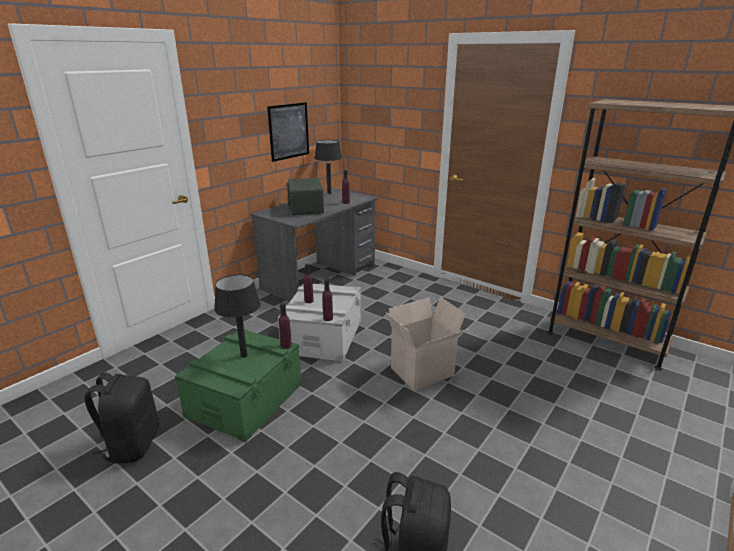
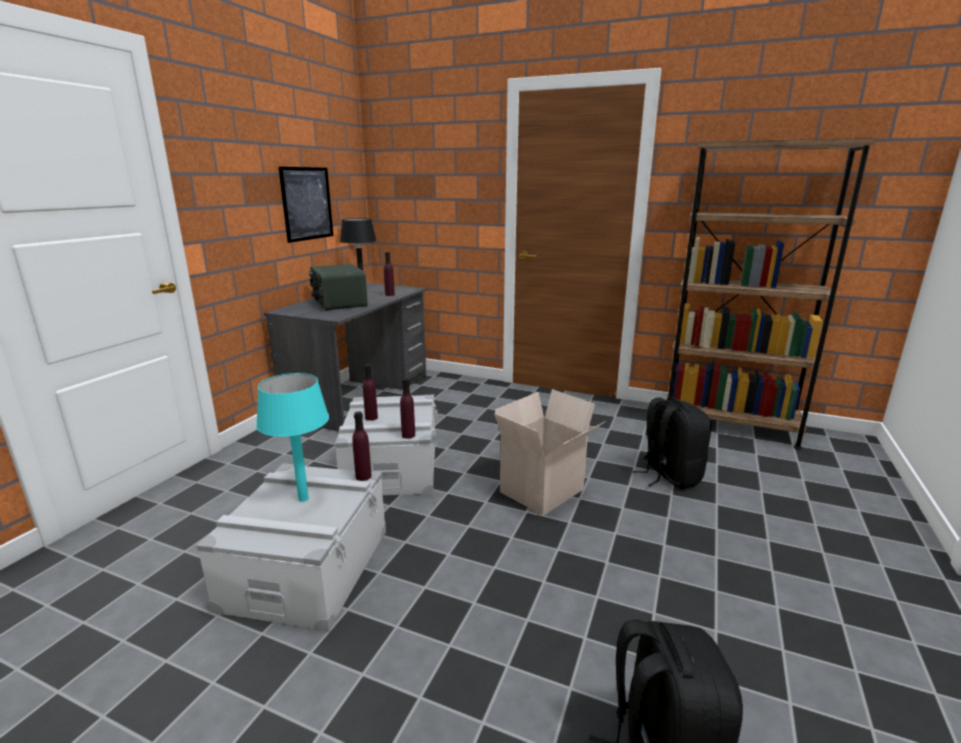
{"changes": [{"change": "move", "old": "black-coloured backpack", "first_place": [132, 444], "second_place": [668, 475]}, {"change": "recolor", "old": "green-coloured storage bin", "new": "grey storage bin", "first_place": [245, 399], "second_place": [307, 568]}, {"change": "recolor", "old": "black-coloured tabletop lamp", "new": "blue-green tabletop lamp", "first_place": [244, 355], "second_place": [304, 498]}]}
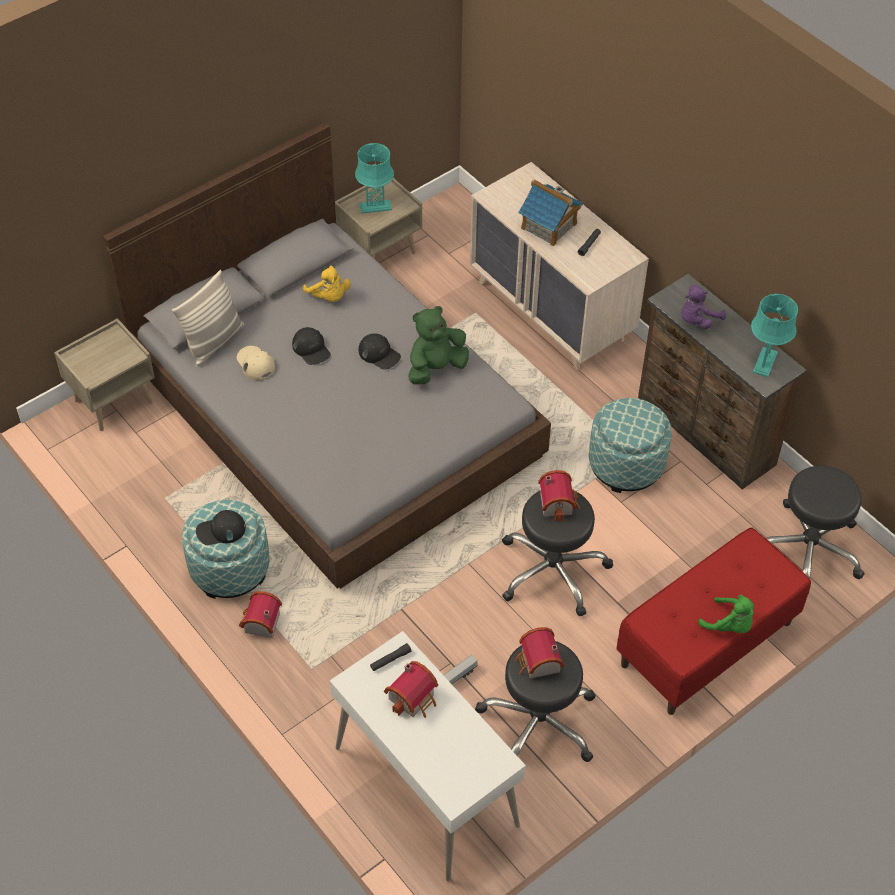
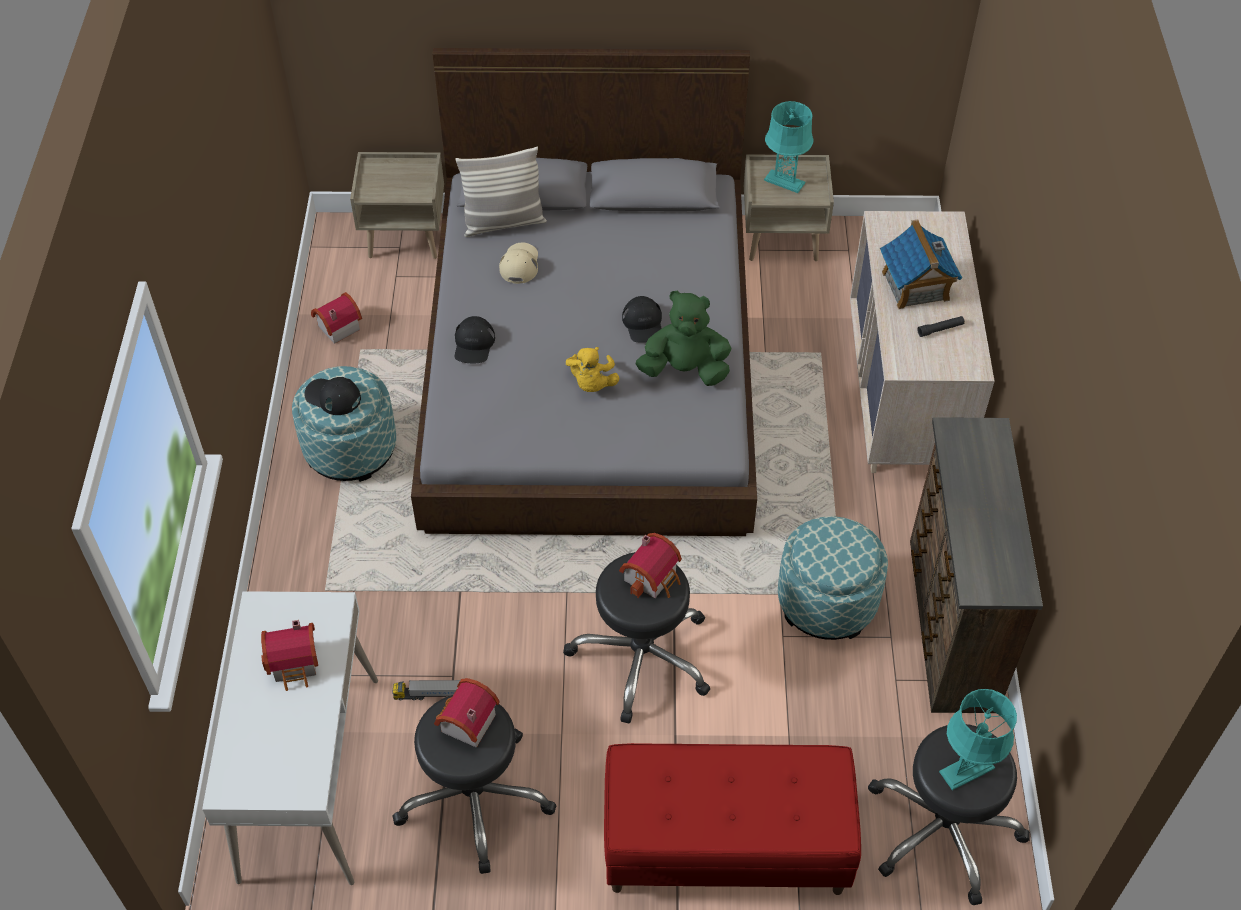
{"changes": [{"change": "delete", "old": "black-coloured torch", "first_place": [390, 660]}, {"change": "delete", "old": "purple-coloured soft toy", "first_place": [697, 320]}, {"change": "delete", "old": "green-coloured soft toy", "first_place": [729, 625]}, {"change": "move", "old": "toy house", "first_place": [259, 624], "second_place": [336, 327]}, {"change": "move", "old": "black-coloured cap", "first_place": [311, 349], "second_place": [474, 344]}, {"change": "move", "old": "yellow soft toy", "first_place": [329, 297], "second_place": [592, 383]}, {"change": "move", "old": "blue-green tabletop lamp", "first_place": [765, 362], "second_place": [967, 769]}]}
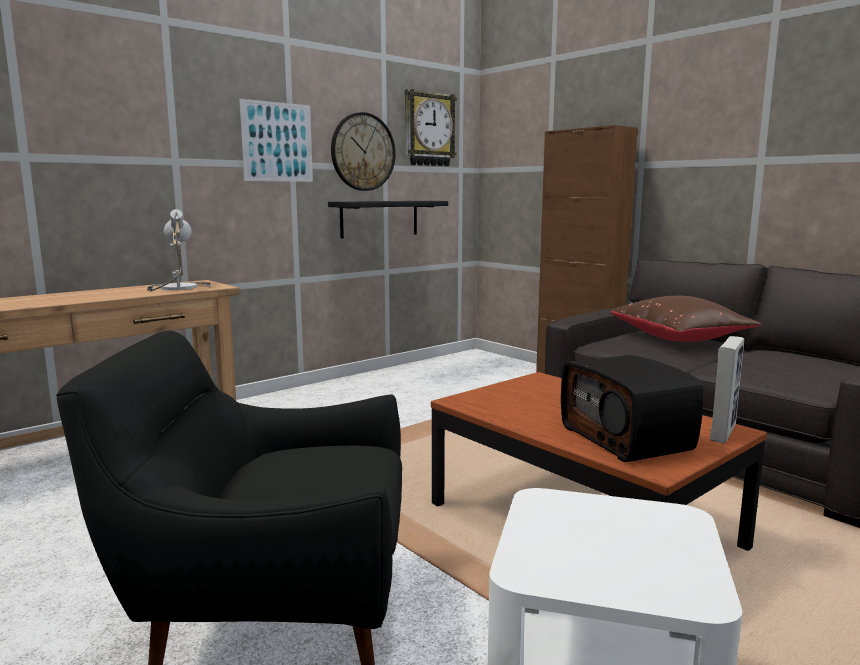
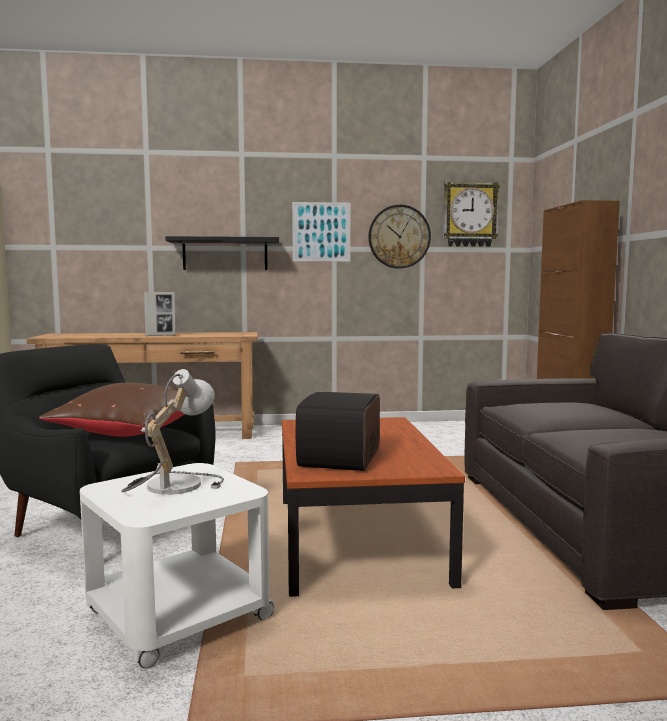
{"changes": [{"change": "move", "old": "tabletop lamp", "first_place": [175, 287], "second_place": [171, 484]}, {"change": "move", "old": "black-coloured shelf", "first_place": [379, 218], "second_place": [225, 254]}, {"change": "move", "old": "brown-coloured pillow", "first_place": [681, 339], "second_place": [131, 433]}, {"change": "move", "old": "picture frame", "first_place": [722, 433], "second_place": [160, 335]}]}
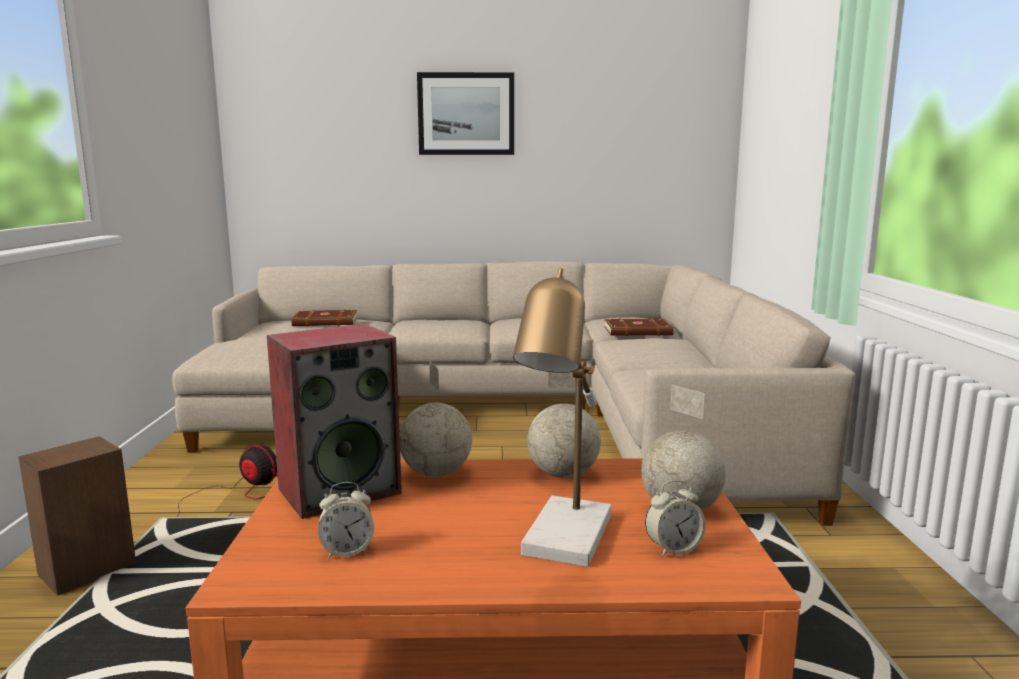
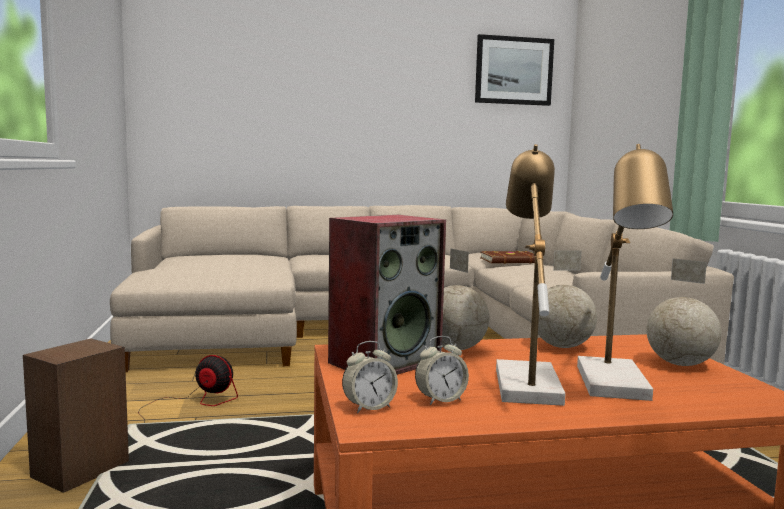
{"changes": [{"change": "delete", "old": "brown-coloured volume", "first_place": [325, 322]}, {"change": "insert", "new": "tabletop lamp", "second_place": [524, 381]}, {"change": "move", "old": "picture", "first_place": [466, 114], "second_place": [513, 71]}, {"change": "move", "old": "bedside clock", "first_place": [673, 549], "second_place": [369, 407]}]}
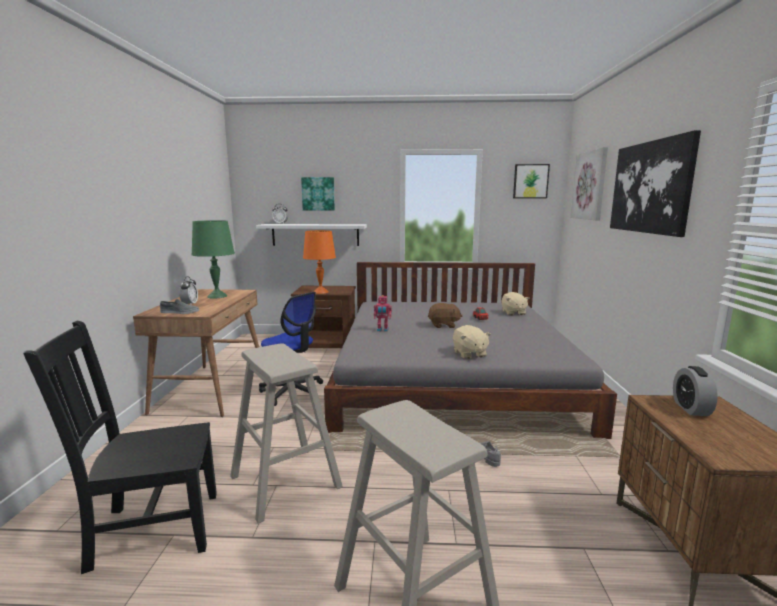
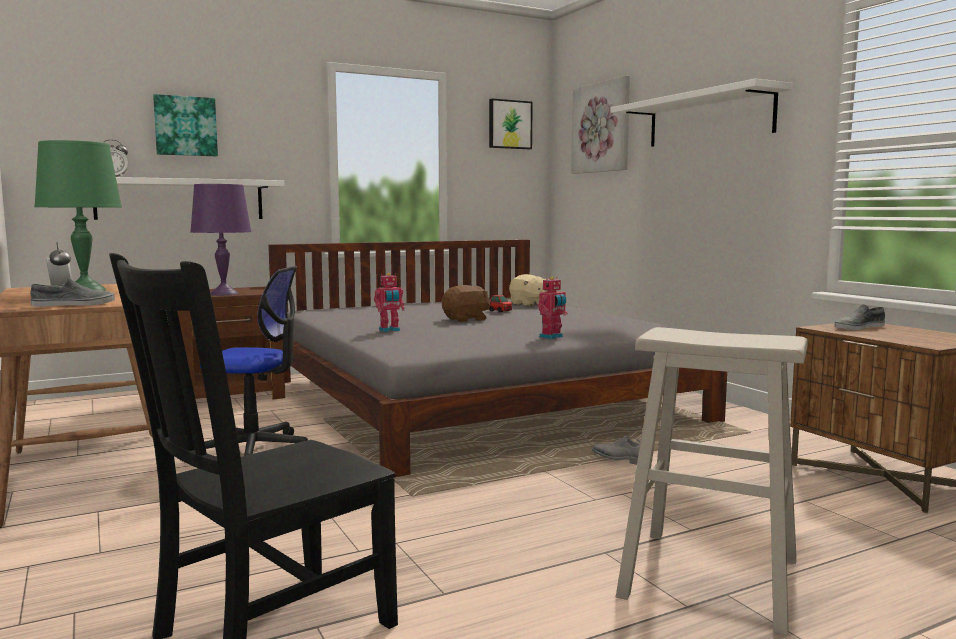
{"changes": [{"change": "delete", "old": "beige sitting stool", "first_place": [285, 482]}, {"change": "replace", "old": "beige soft toy", "new": "toy robot", "first_place": [469, 354], "second_place": [552, 337]}, {"change": "replace", "old": "picture", "new": "whitish shelf", "first_place": [650, 187], "second_place": [708, 119]}, {"change": "replace", "old": "bedside clock", "new": "grey low shoe", "first_place": [691, 408], "second_place": [858, 327]}, {"change": "recolor", "old": "orangey tabletop lamp", "new": "purple-coloured tabletop lamp", "first_place": [321, 292], "second_place": [224, 294]}]}
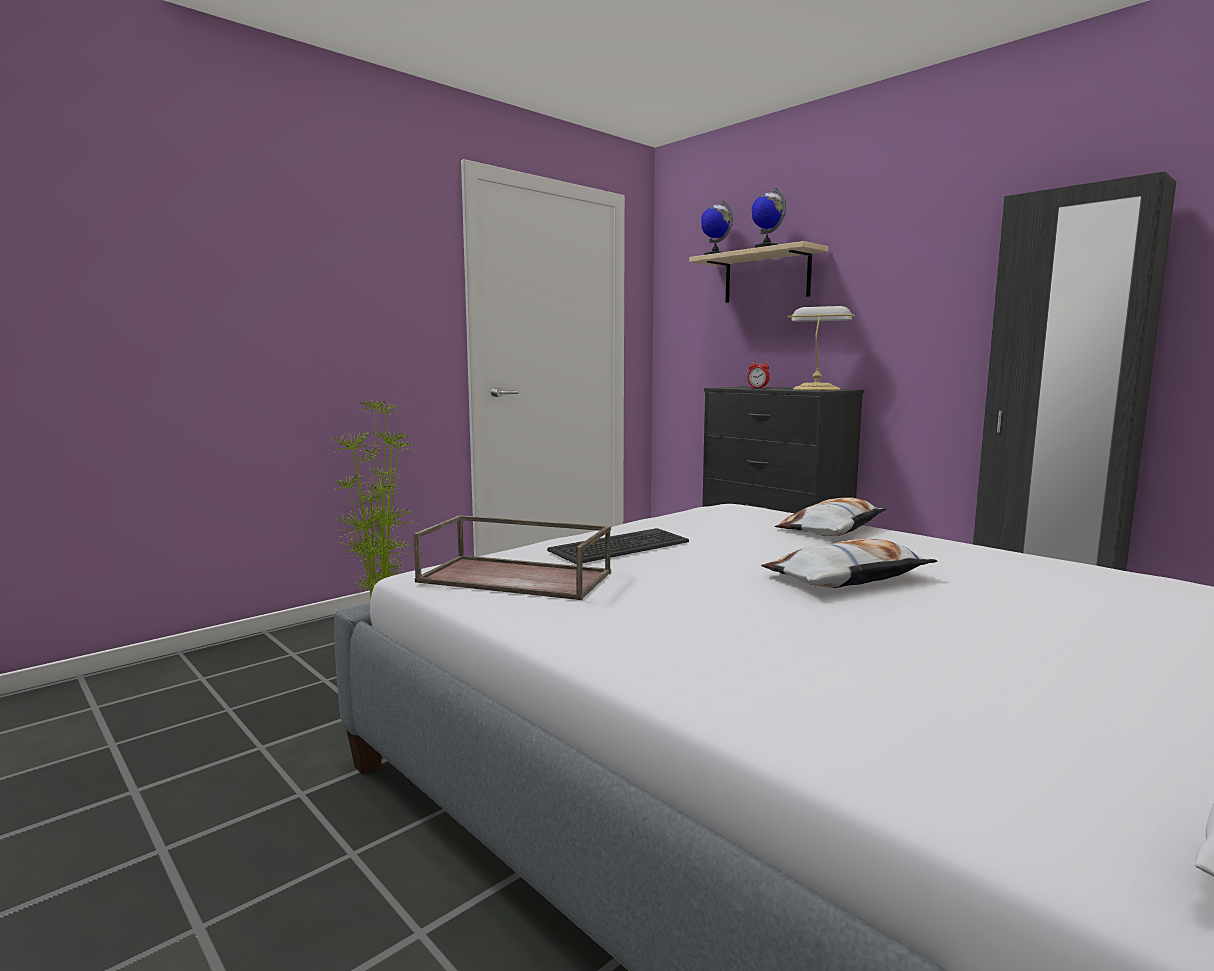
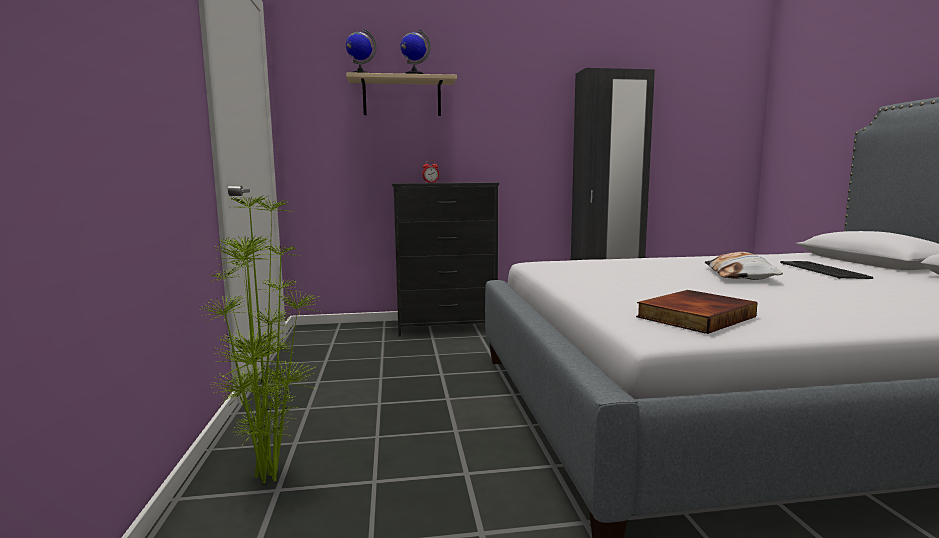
{"changes": [{"change": "delete", "old": "pillow", "first_place": [832, 529]}, {"change": "delete", "old": "tabletop lamp", "first_place": [816, 389]}, {"change": "move", "old": "PC keyboard", "first_place": [621, 547], "second_place": [823, 270]}, {"change": "replace", "old": "brown-coloured serving tray", "new": "volume", "first_place": [517, 577], "second_place": [694, 316]}]}
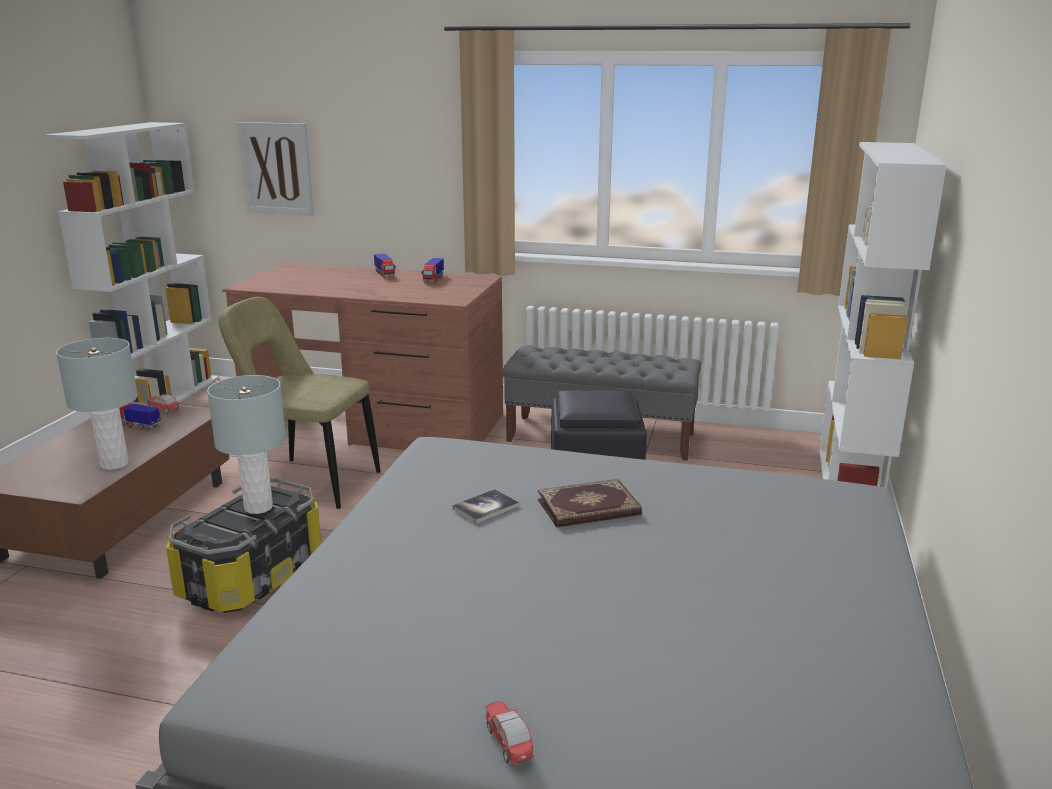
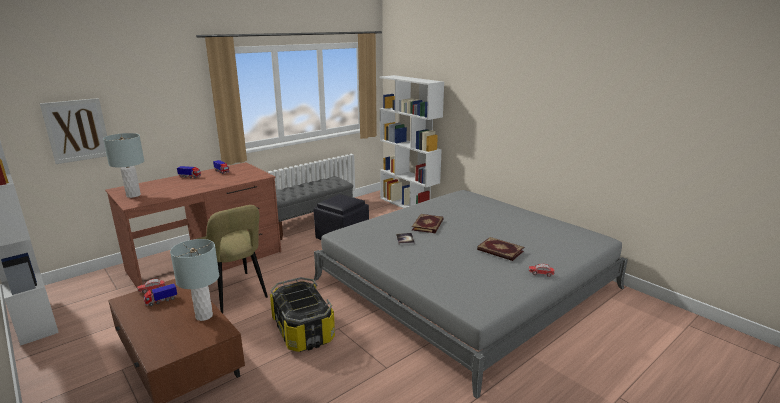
{"changes": [{"change": "insert", "new": "volume", "second_place": [500, 251]}, {"change": "move", "old": "grey tabletop lamp", "first_place": [258, 507], "second_place": [133, 195]}, {"change": "rotate", "old": "beige upright chair", "first_place": [308, 482], "second_place": [235, 294], "degrees": -90}]}
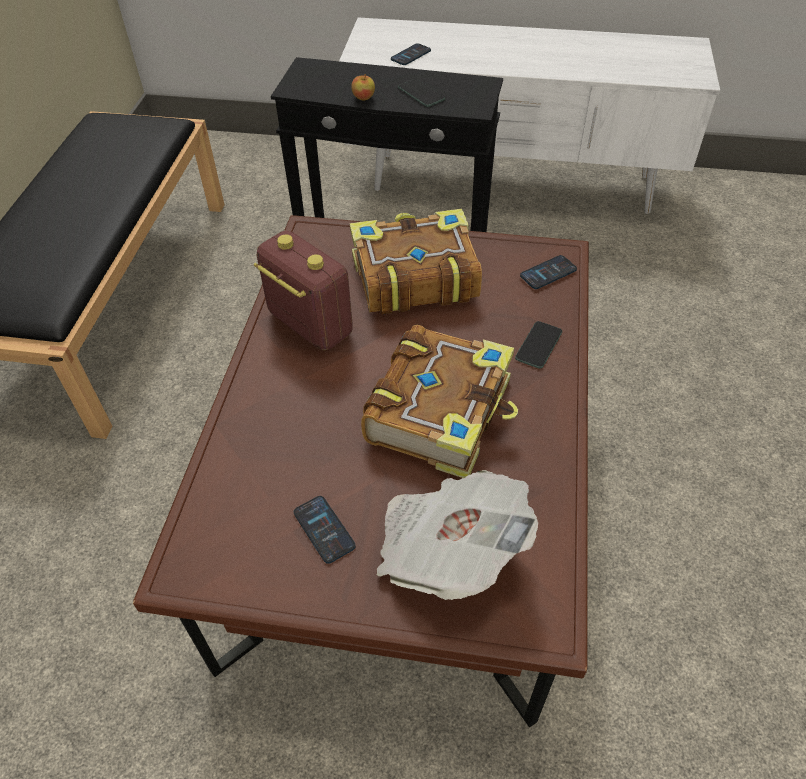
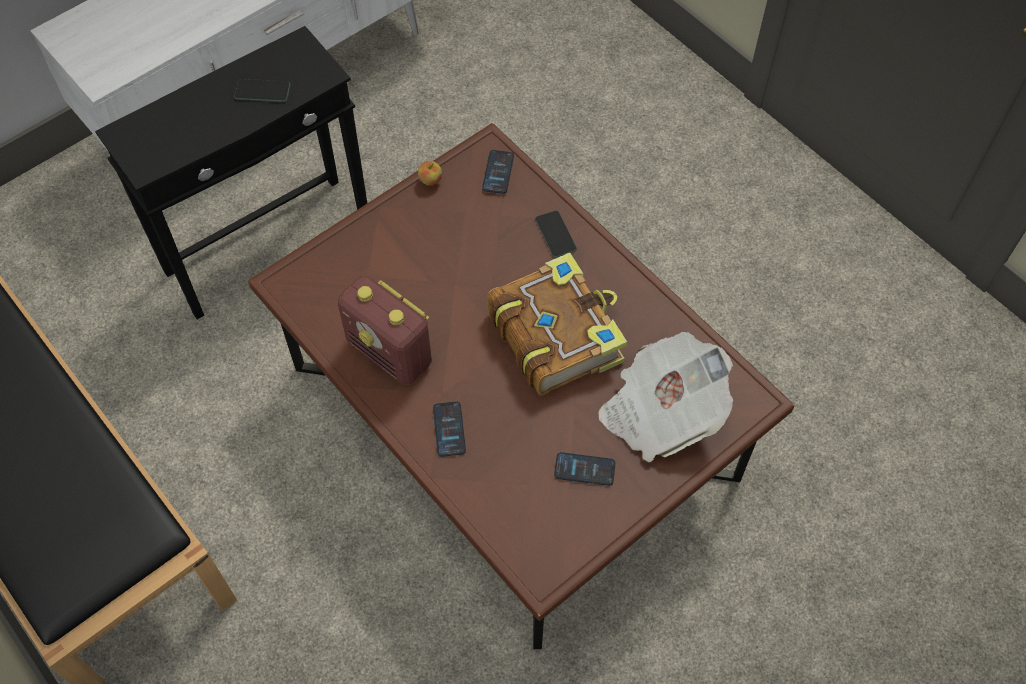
{"changes": [{"change": "delete", "old": "volume", "first_place": [413, 276]}, {"change": "move", "old": "apple", "first_place": [363, 98], "second_place": [430, 180]}, {"change": "move", "old": "phone", "first_place": [411, 55], "second_place": [449, 429]}, {"change": "rotate", "old": "radio", "first_place": [309, 324], "second_place": [390, 353], "degrees": -135}]}
